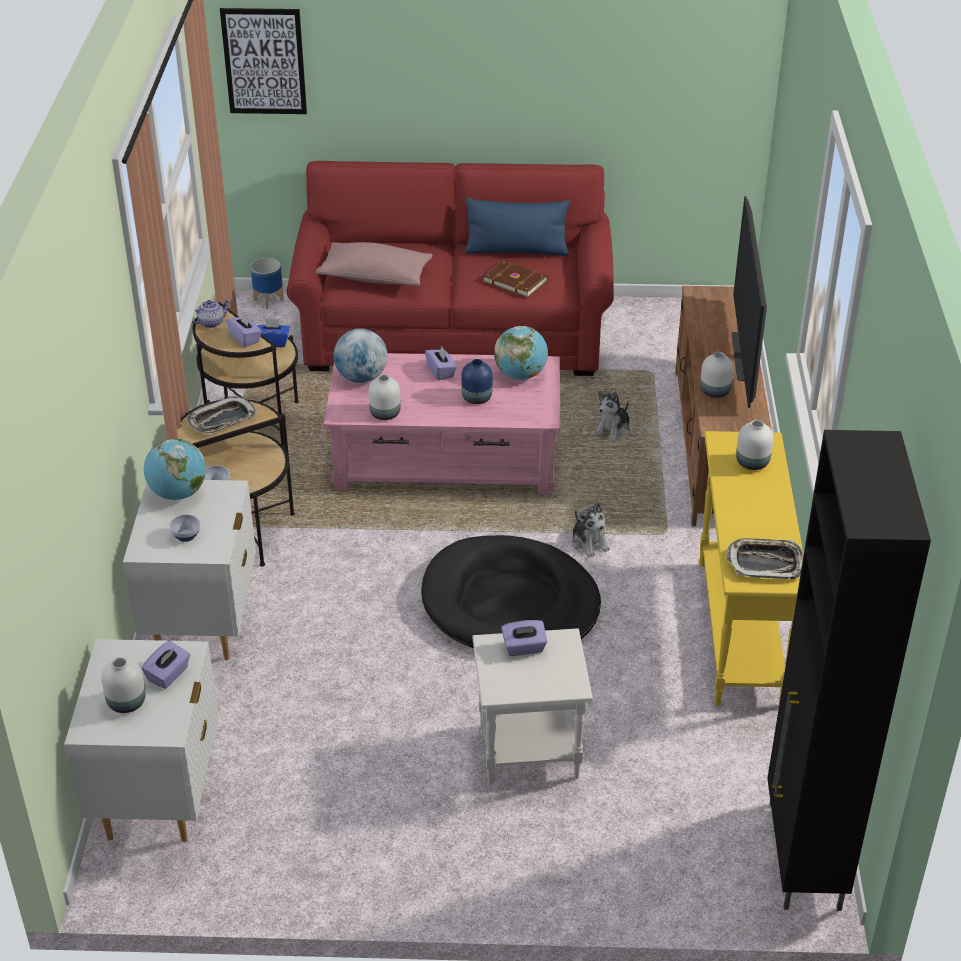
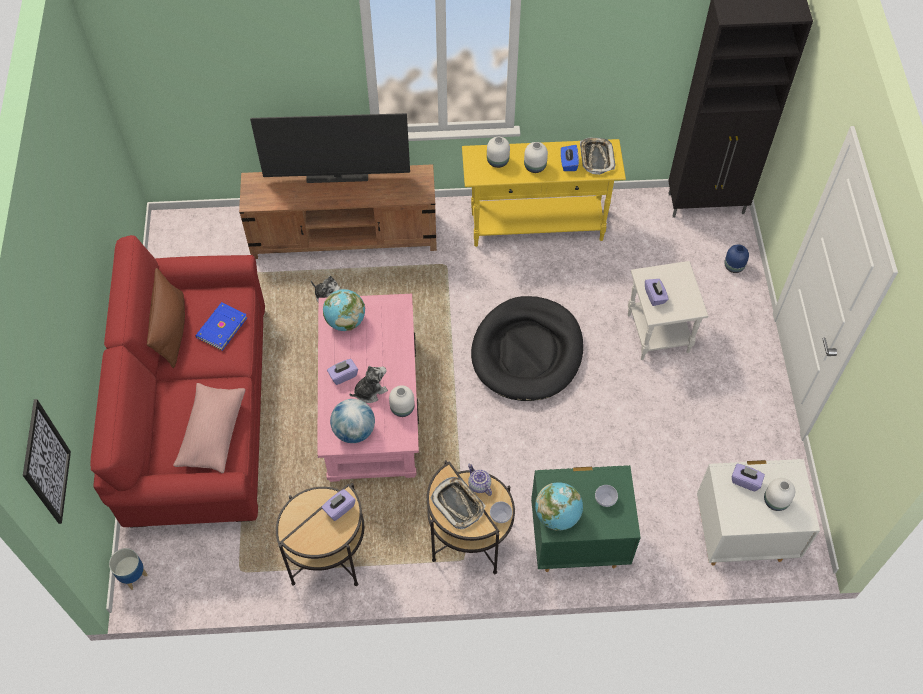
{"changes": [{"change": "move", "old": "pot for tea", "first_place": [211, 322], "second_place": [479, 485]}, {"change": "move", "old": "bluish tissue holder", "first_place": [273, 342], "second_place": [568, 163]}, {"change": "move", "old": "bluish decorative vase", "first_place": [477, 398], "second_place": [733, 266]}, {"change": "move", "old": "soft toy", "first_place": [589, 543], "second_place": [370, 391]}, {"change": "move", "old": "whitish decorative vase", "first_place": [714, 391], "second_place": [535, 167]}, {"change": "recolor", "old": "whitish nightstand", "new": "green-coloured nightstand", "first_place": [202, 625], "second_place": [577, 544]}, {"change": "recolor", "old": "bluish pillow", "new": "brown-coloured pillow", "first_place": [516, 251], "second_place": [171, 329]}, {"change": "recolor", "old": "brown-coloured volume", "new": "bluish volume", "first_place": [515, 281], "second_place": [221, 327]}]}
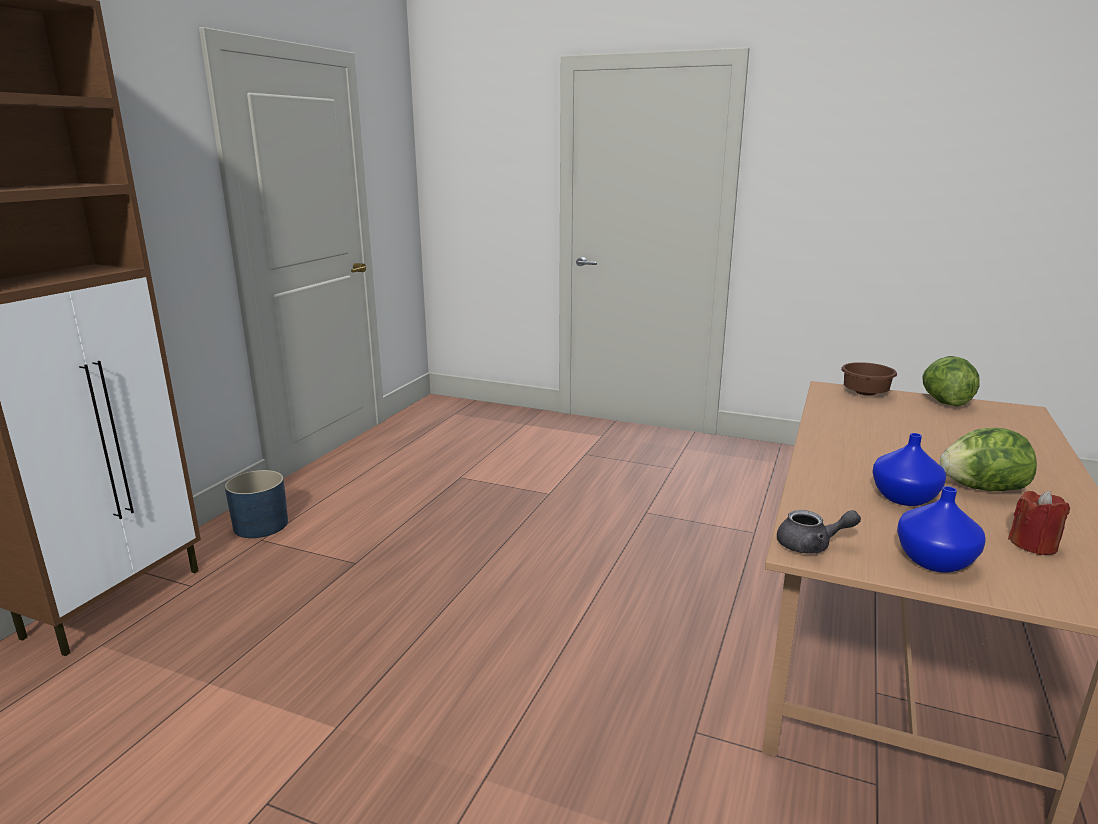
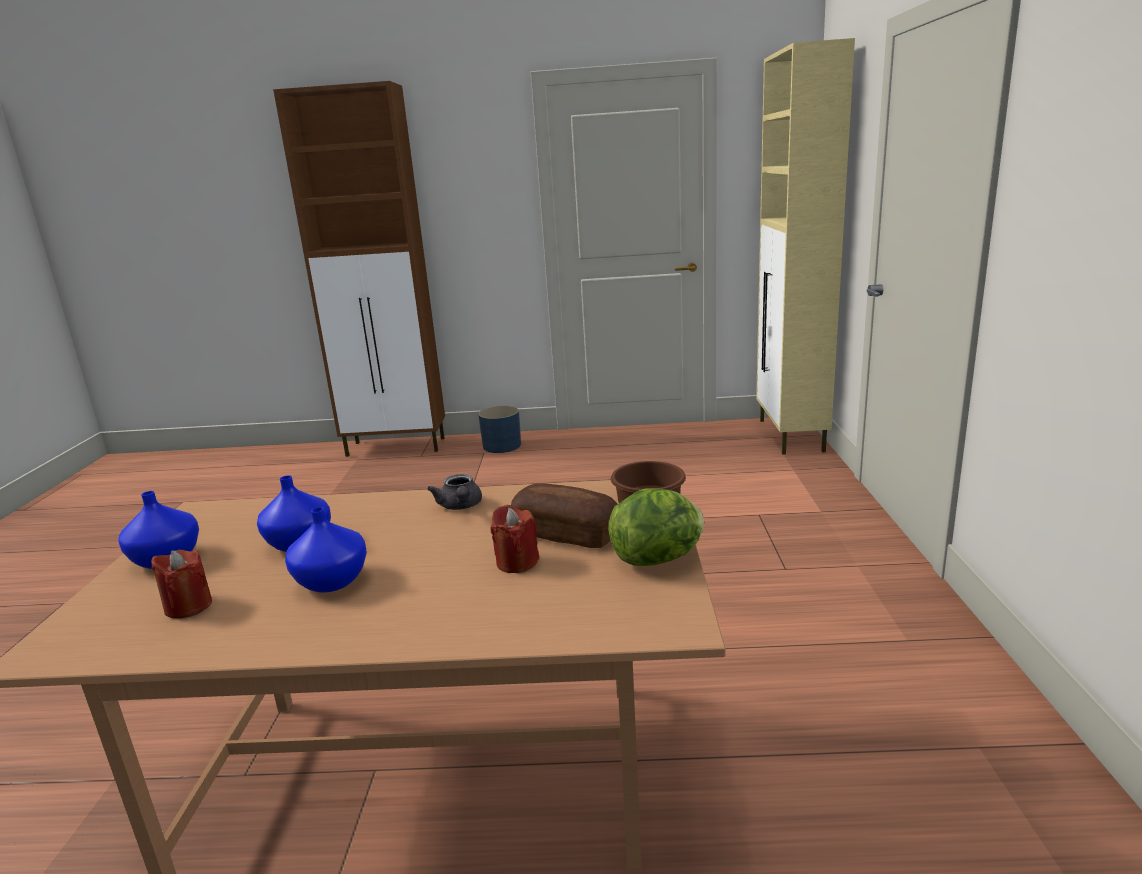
{"changes": [{"change": "insert", "new": "red wax candle", "second_place": [516, 562]}, {"change": "insert", "new": "bread", "second_place": [566, 534]}, {"change": "insert", "new": "beige cupboard", "second_place": [791, 436]}, {"change": "move", "old": "grey pot for tea", "first_place": [811, 546], "second_place": [460, 506]}, {"change": "replace", "old": "lettuce", "new": "bluish decorative vase", "first_place": [981, 488], "second_place": [330, 582]}]}
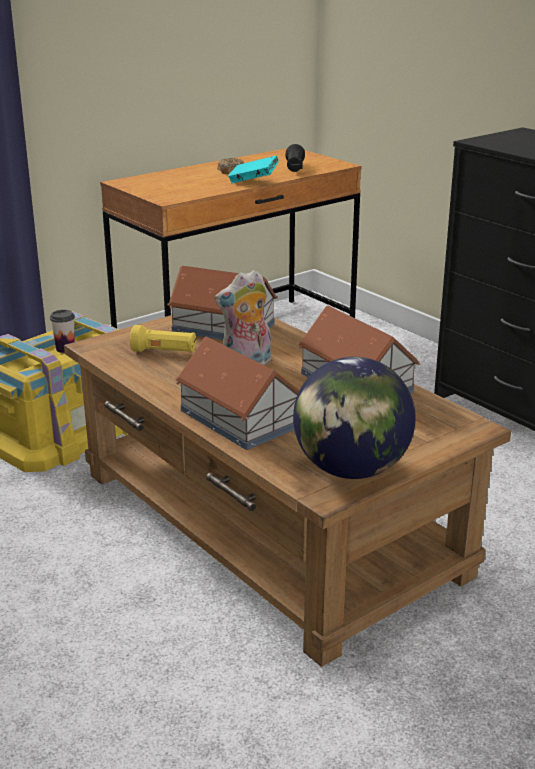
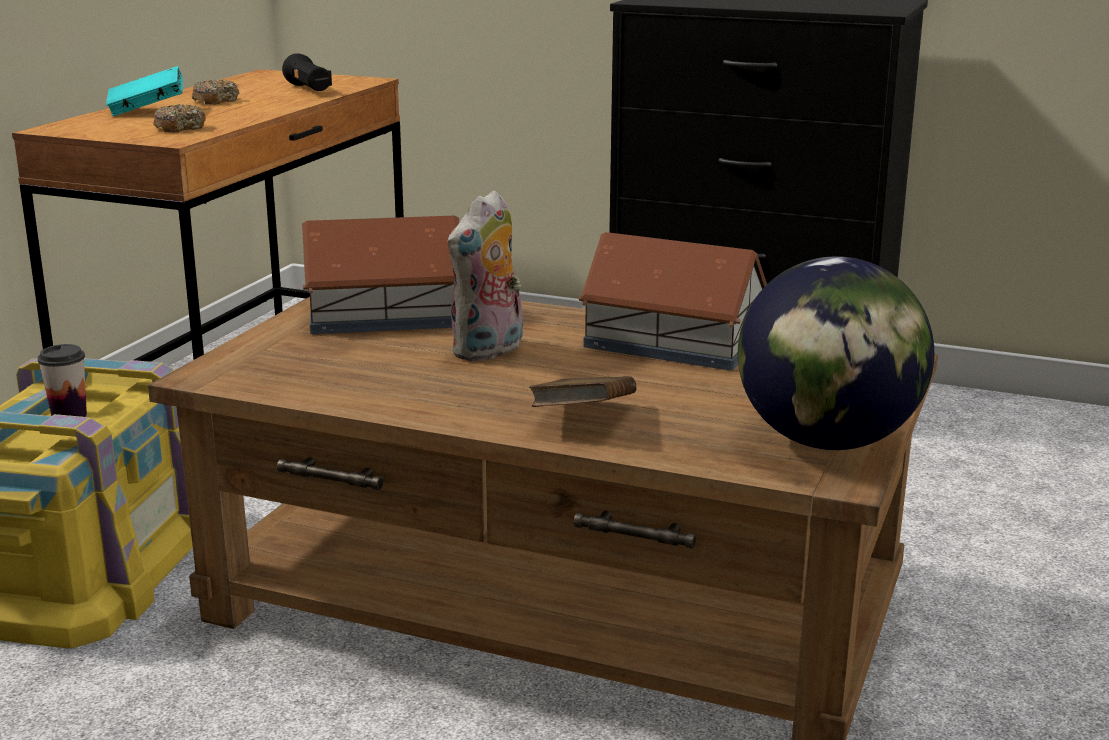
{"changes": [{"change": "delete", "old": "yellow torch", "first_place": [164, 352]}, {"change": "insert", "new": "doughnut", "second_place": [180, 128]}, {"change": "move", "old": "blue-green volume", "first_place": [253, 181], "second_place": [147, 111]}, {"change": "replace", "old": "toy house", "new": "brown-coloured volume", "first_place": [239, 419], "second_place": [583, 419]}]}
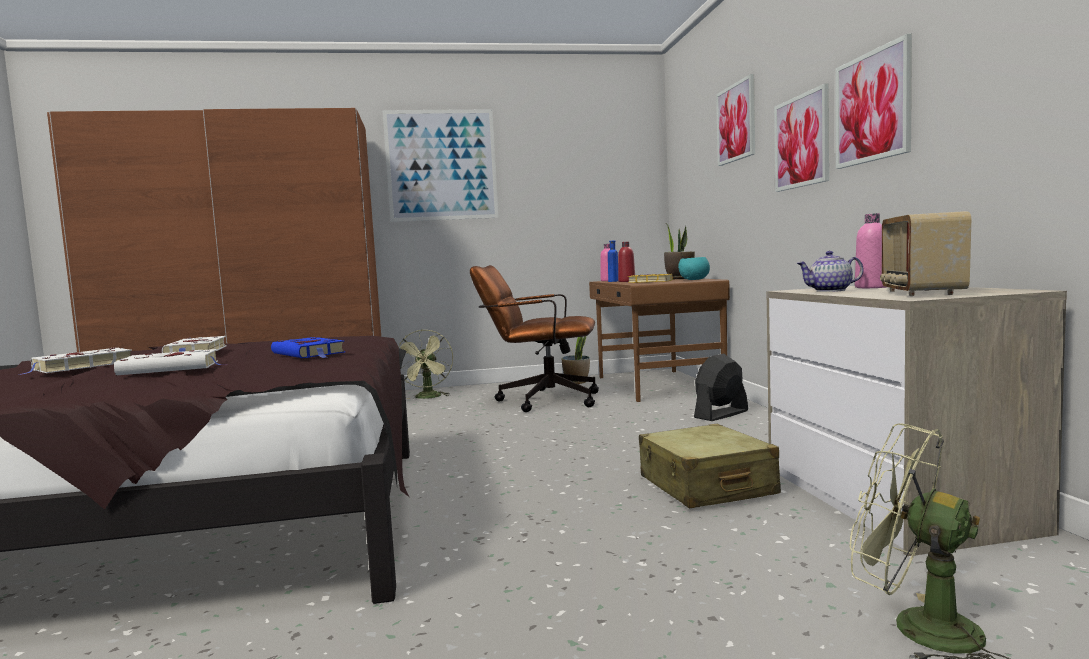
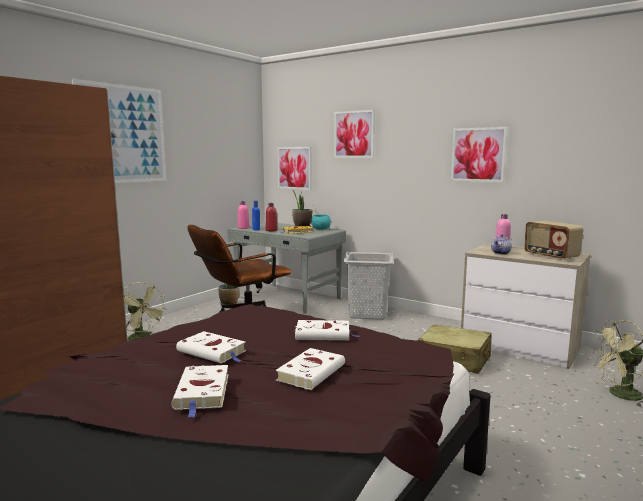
{"changes": [{"change": "move", "old": "picture", "first_place": [802, 141], "second_place": [294, 168]}, {"change": "replace", "old": "black-coloured fan", "new": "grey laundry basket", "first_place": [721, 414], "second_place": [368, 314]}, {"change": "recolor", "old": "bluish volume", "new": "whitish volume", "first_place": [309, 353], "second_place": [324, 334]}, {"change": "recolor", "old": "brown-coloured desk table", "new": "grey desk table", "first_place": [656, 385], "second_place": [288, 298]}]}
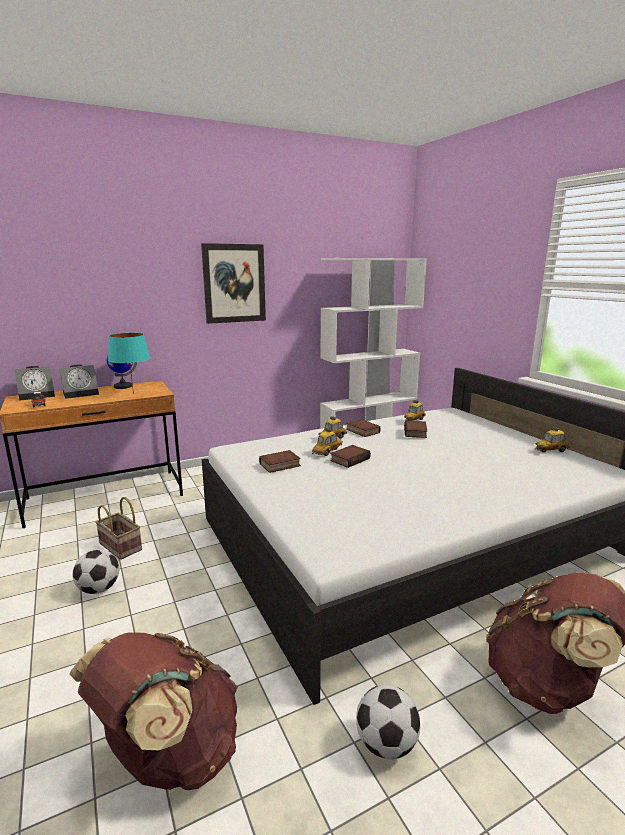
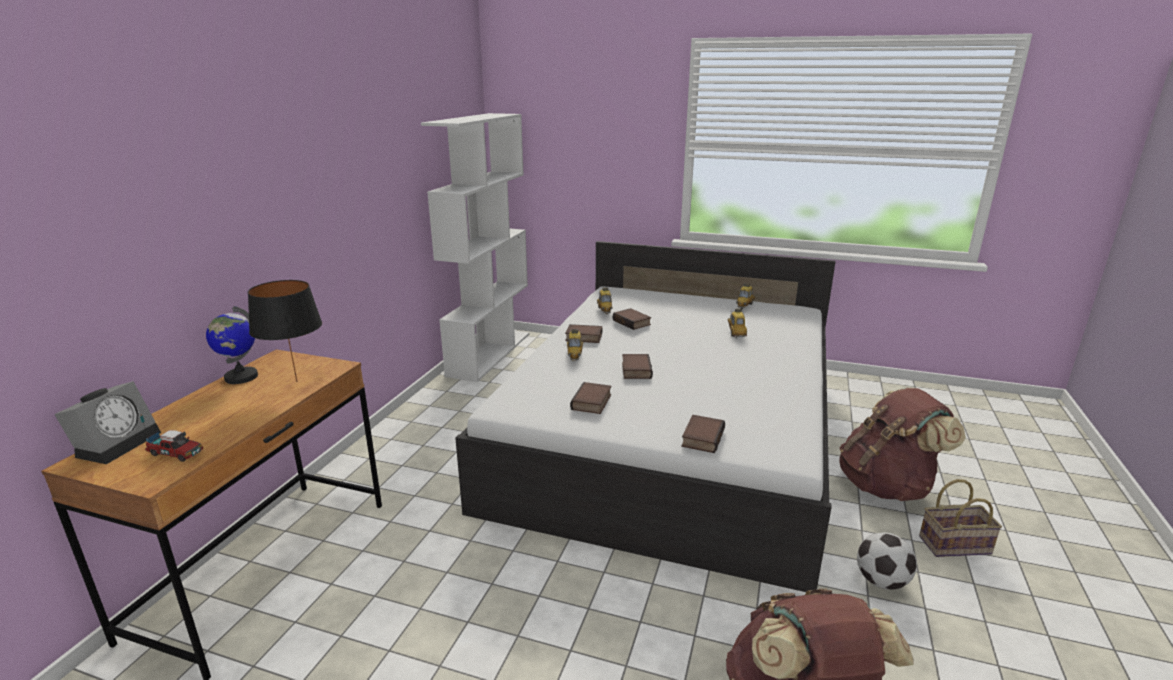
{"changes": [{"change": "delete", "old": "bedside clock", "first_place": [82, 393]}, {"change": "delete", "old": "football", "first_place": [99, 589]}, {"change": "delete", "old": "picture", "first_place": [234, 283]}, {"change": "insert", "new": "volume", "second_place": [701, 437]}, {"change": "move", "old": "basket", "first_place": [122, 546], "second_place": [955, 544]}, {"change": "move", "old": "model car", "first_place": [328, 452], "second_place": [735, 333]}, {"change": "recolor", "old": "blue-green tabletop lamp", "new": "black-coloured tabletop lamp", "first_place": [133, 394], "second_place": [296, 381]}]}
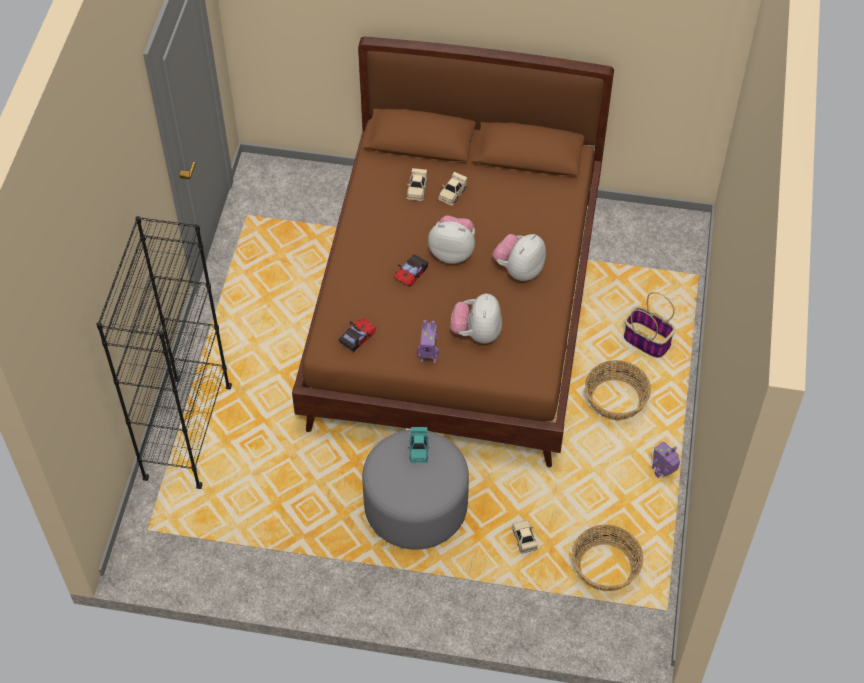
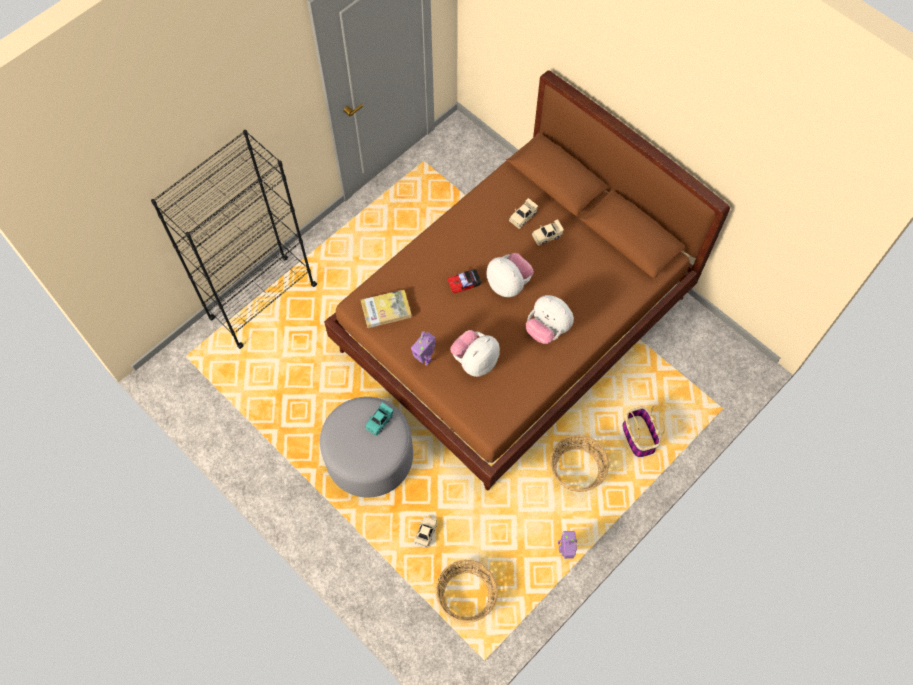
{"changes": [{"change": "replace", "old": "model car", "new": "volume", "first_place": [357, 337], "second_place": [386, 310]}, {"change": "rotate", "old": "soft toy", "first_place": [519, 270], "second_place": [547, 329], "degrees": -120}]}
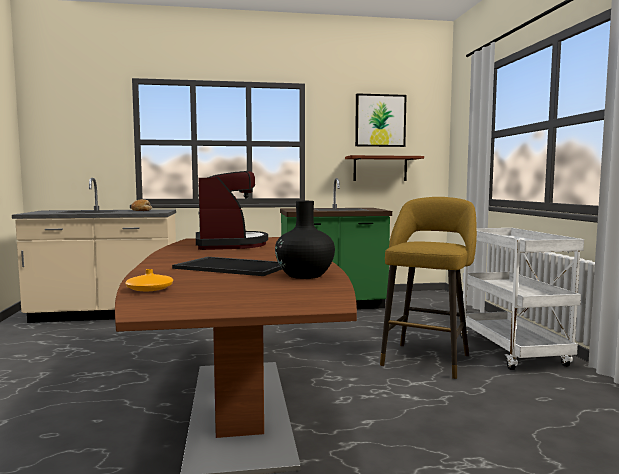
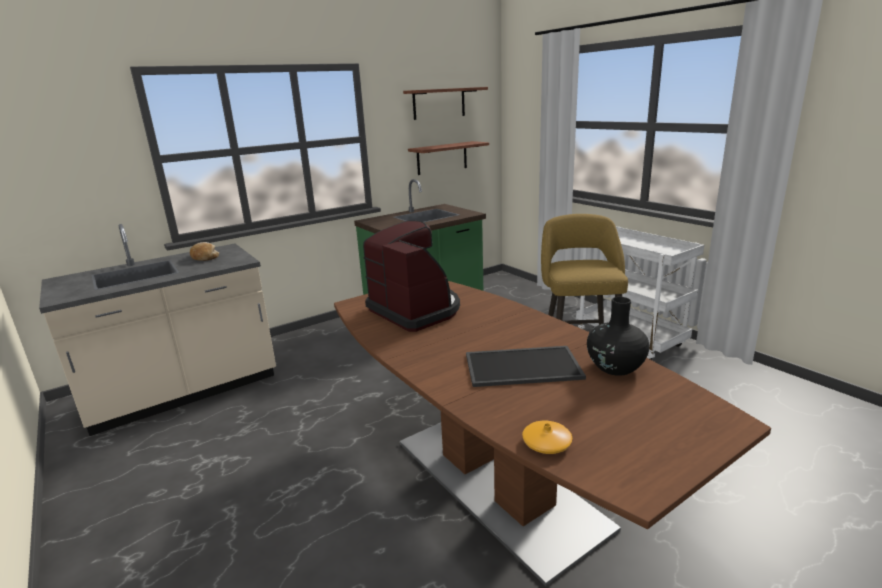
{"changes": [{"change": "replace", "old": "picture", "new": "shelf", "first_place": [380, 120], "second_place": [439, 103]}]}
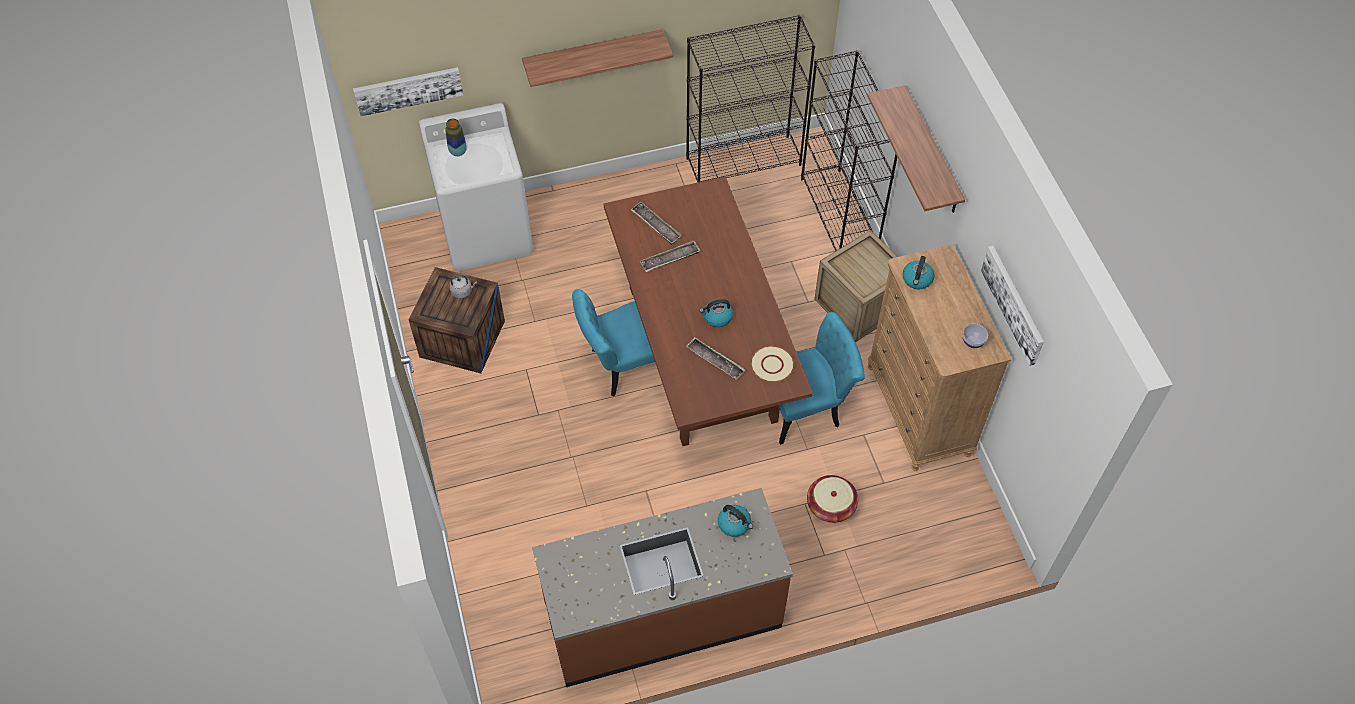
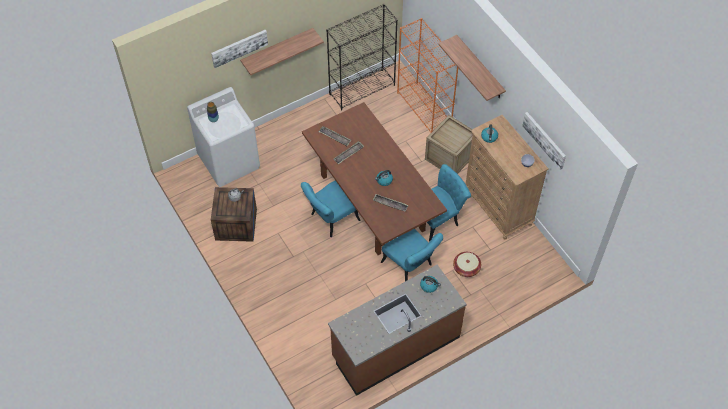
{"changes": [{"change": "delete", "old": "beige flat dish", "first_place": [772, 365]}, {"change": "insert", "new": "blue-green upright chair", "second_place": [410, 266]}, {"change": "move", "old": "picture", "first_place": [408, 90], "second_place": [239, 47]}, {"change": "recolor", "old": "black-coloured bookshelf", "new": "orangey bookshelf", "first_place": [839, 215], "second_place": [424, 109]}]}
